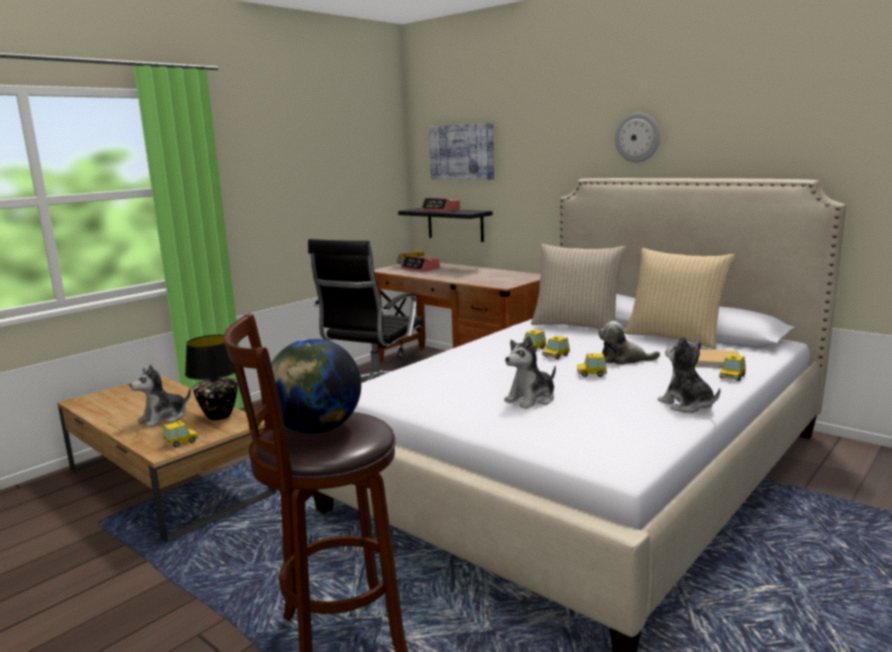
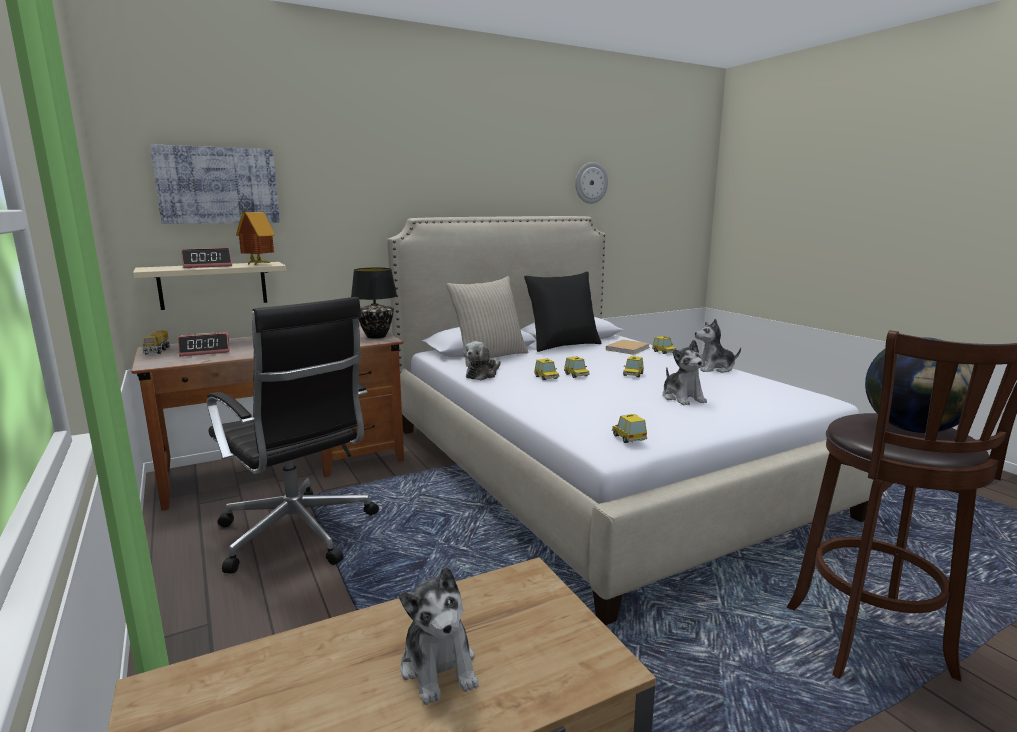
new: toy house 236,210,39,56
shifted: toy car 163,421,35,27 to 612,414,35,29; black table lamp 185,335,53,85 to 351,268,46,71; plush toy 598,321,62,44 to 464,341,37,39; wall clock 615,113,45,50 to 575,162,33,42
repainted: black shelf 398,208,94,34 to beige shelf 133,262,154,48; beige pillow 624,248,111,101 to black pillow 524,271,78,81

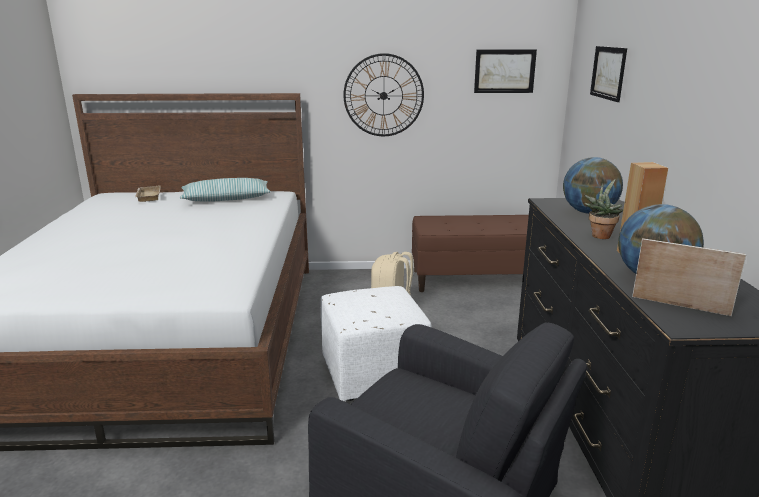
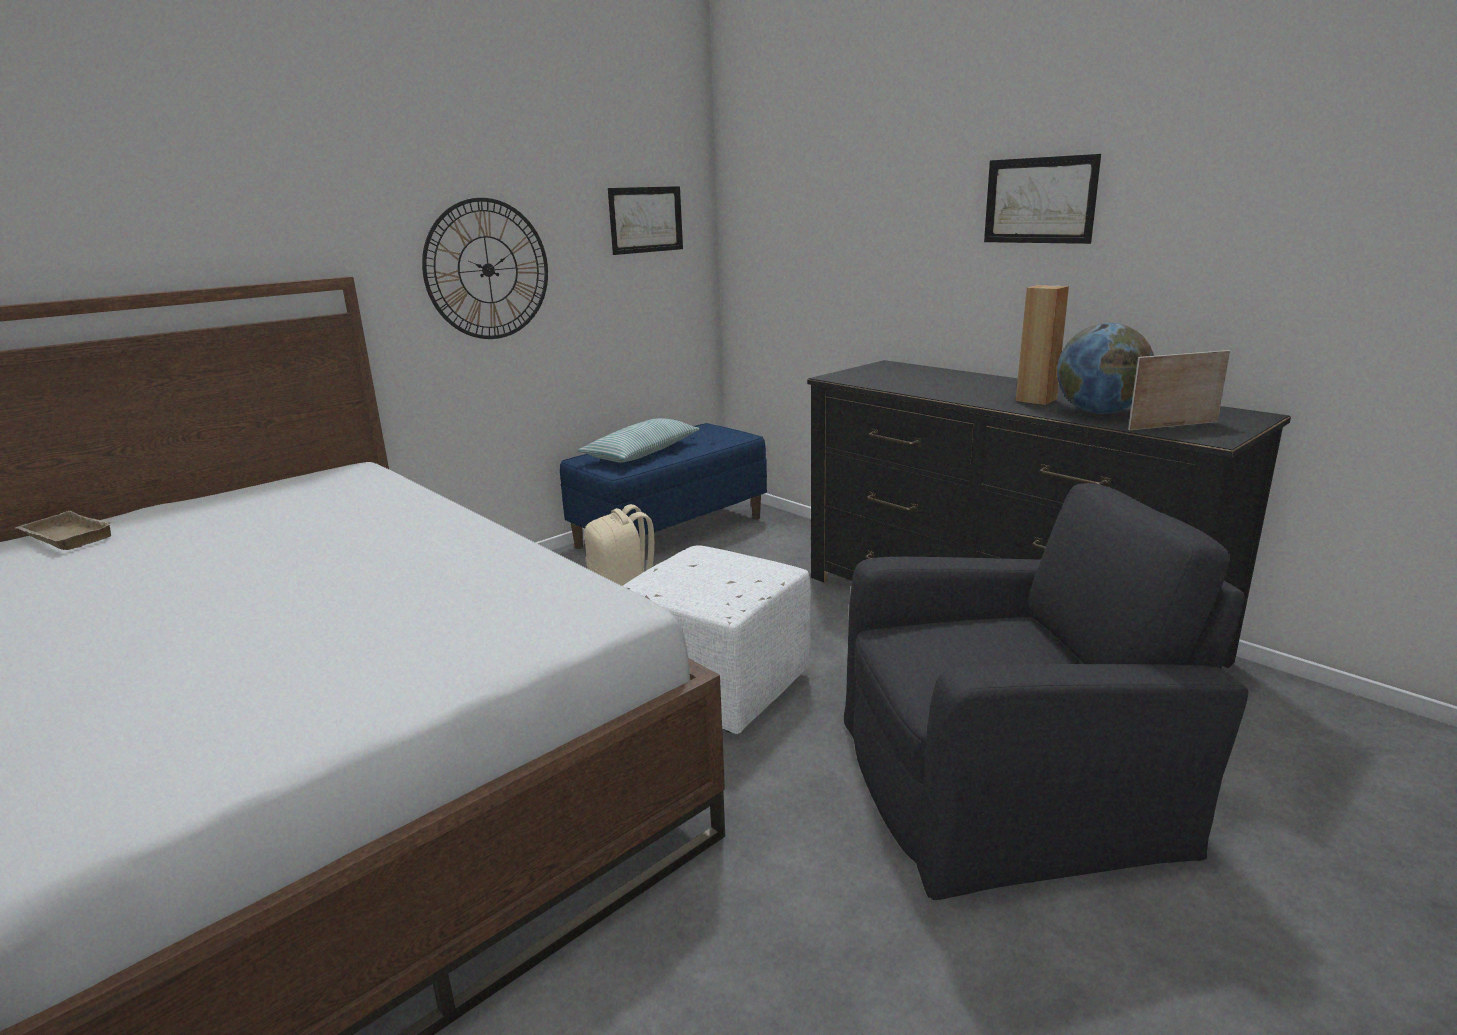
gone: globe 563,157,60,57; potted plant 584,179,39,60
shifted: pillow 180,178,91,24 to 578,418,122,45; picture 590,46,37,56 to 984,154,117,90
repainted: brown bench 412,215,117,77 to blue bench 560,423,207,126

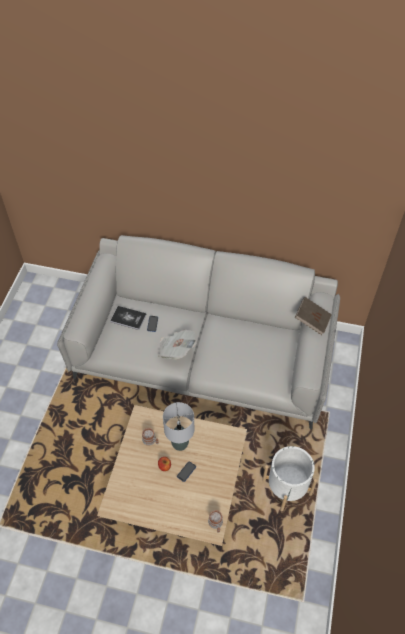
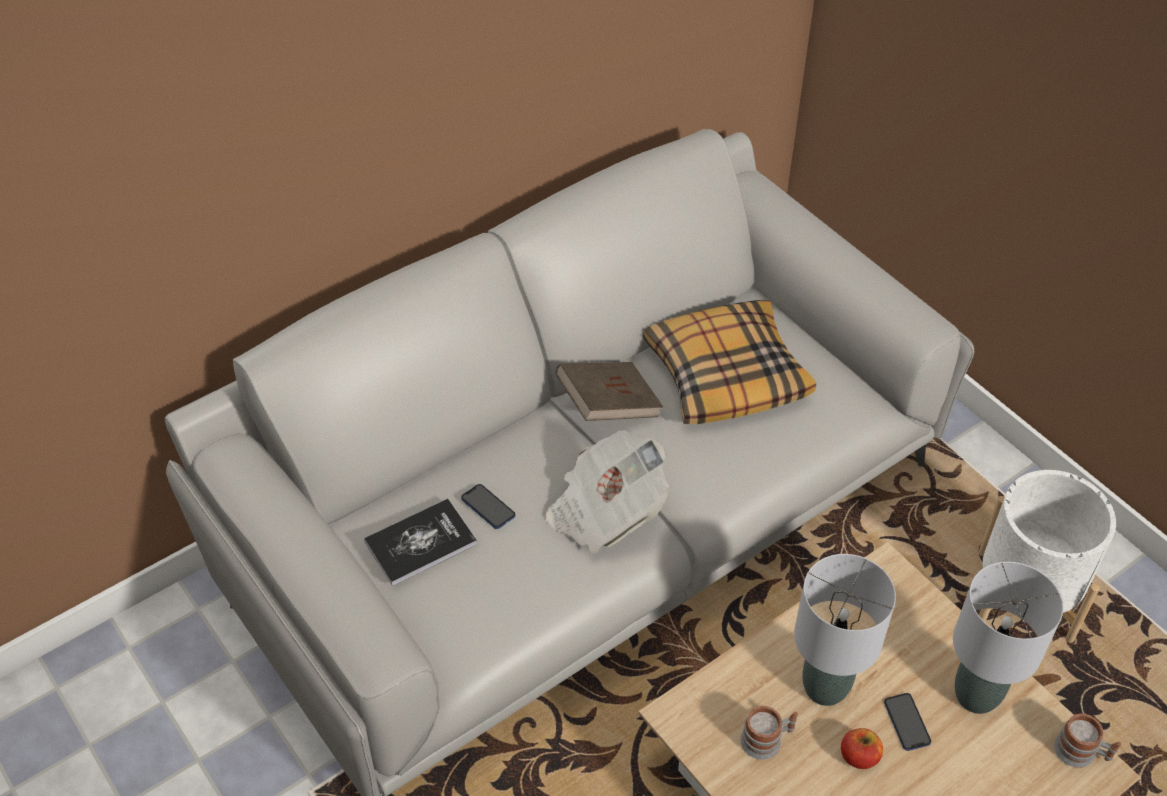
new: pillow 643,300,173,124; grey table lamp 953,562,110,152
shifted: brown book 295,297,37,38 to 555,362,108,59

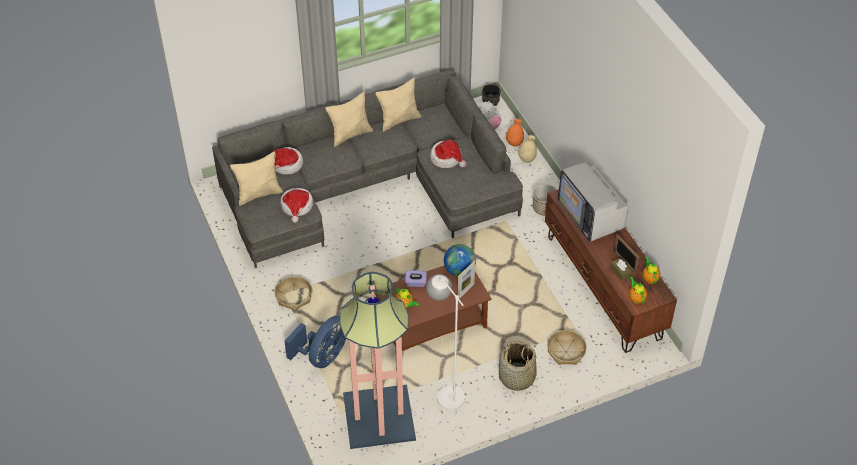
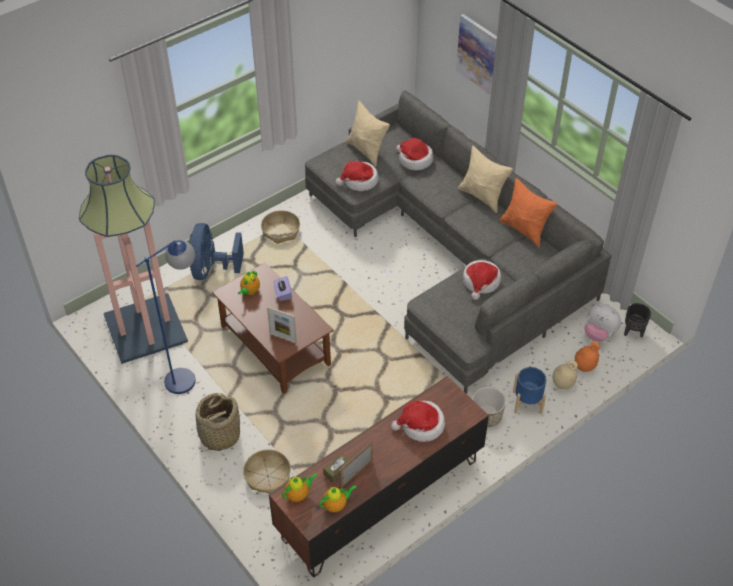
gone: globe 444,244,32,33
new: picture 456,14,41,80; blue planter 513,367,33,47
swapped: television 558,162,70,80 to hat 391,401,54,41
repainted: beige pillow 376,78,45,54 to orange pillow 499,178,58,69; white floor lamp 426,274,39,136 to blue floor lamp 136,240,60,154
rotated: blue fan 284,316,62,52 = 189,223,55,57 75 degrees clockwise

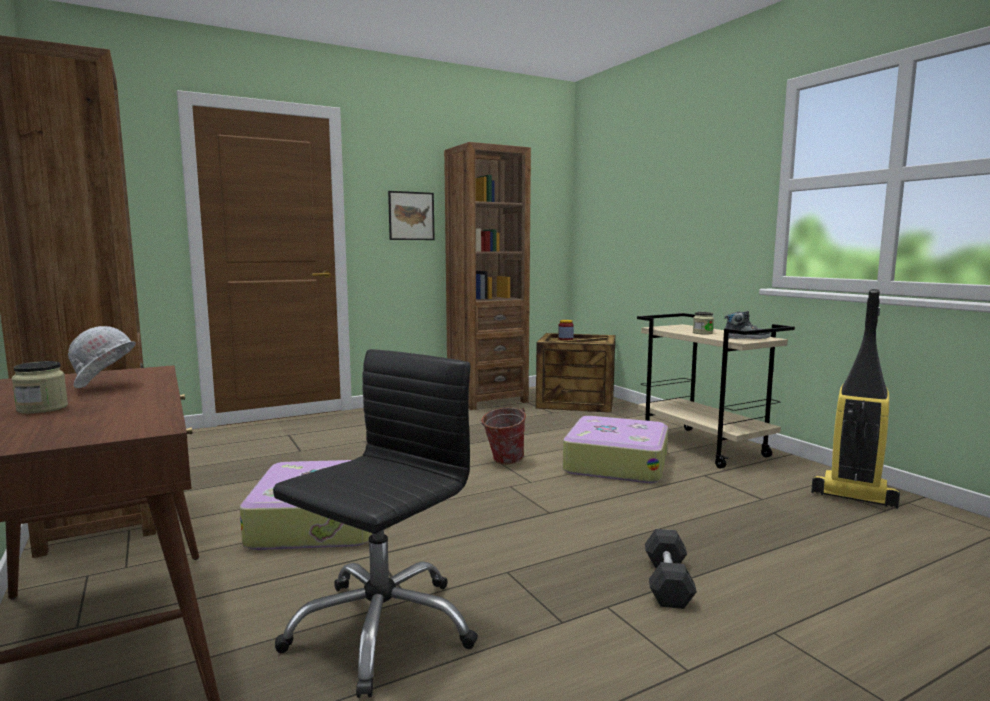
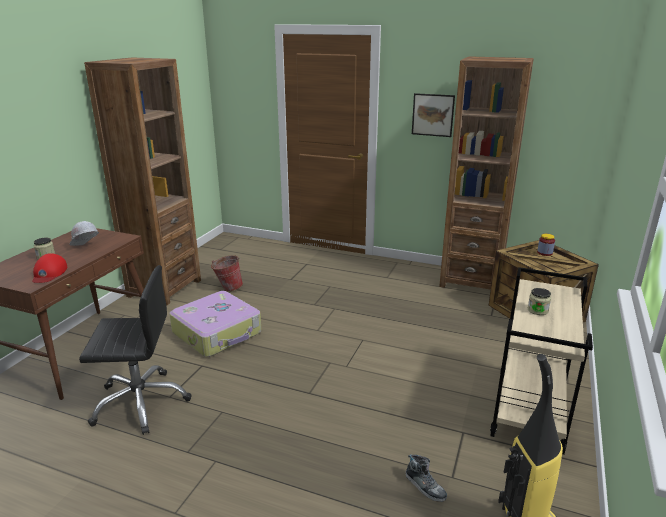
gone: suitcase 563,416,105,67; grey dumbbell 645,529,52,80
new: red cap 32,253,35,30
shifted: bucket 480,407,46,57 to 211,255,32,37; shoe 724,311,47,28 to 406,454,41,48

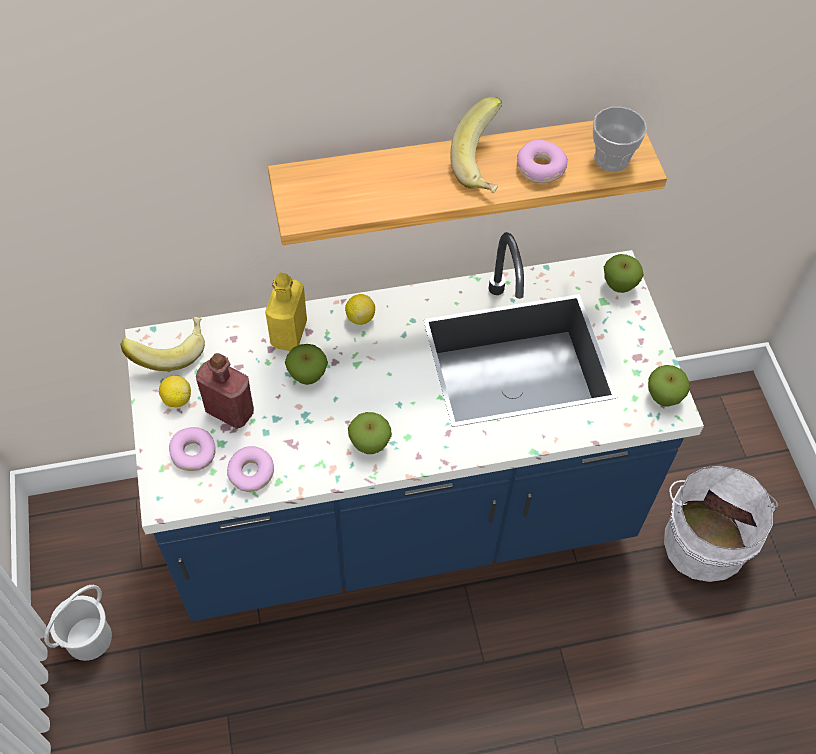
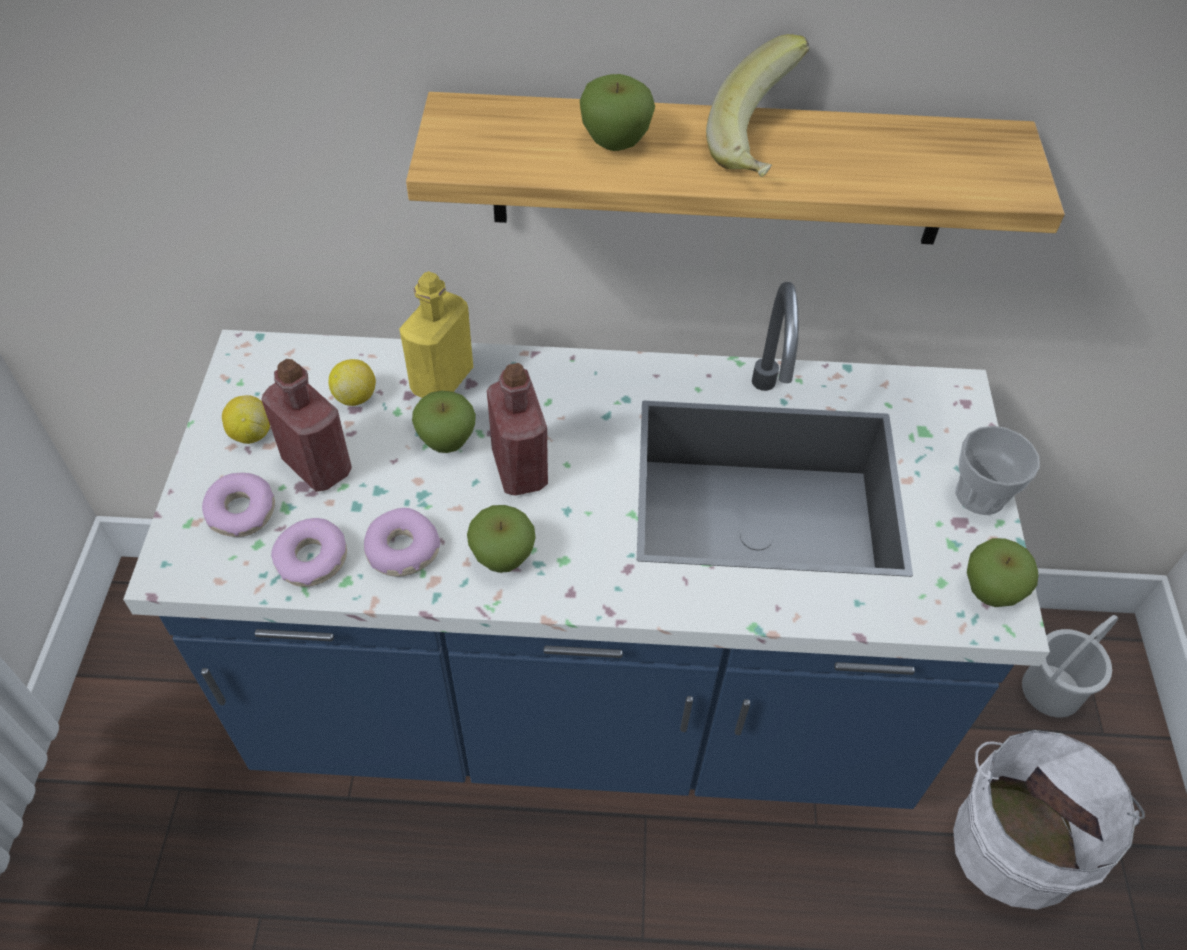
gone: banana 121,317,84,54
new: red bottle 487,363,61,133
shifted: white bucket 44,585,68,76 to 1022,615,96,102; lemon 345,294,30,31 to 329,359,47,47; donut 517,140,51,43 to 364,508,76,68; cup 593,107,54,65 to 955,426,85,89; apple 604,254,40,39 to 580,74,75,77

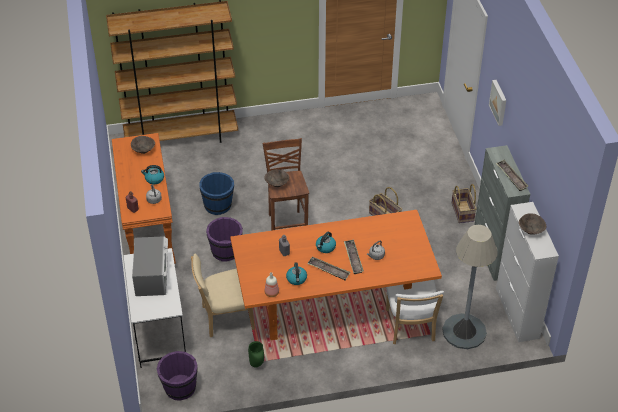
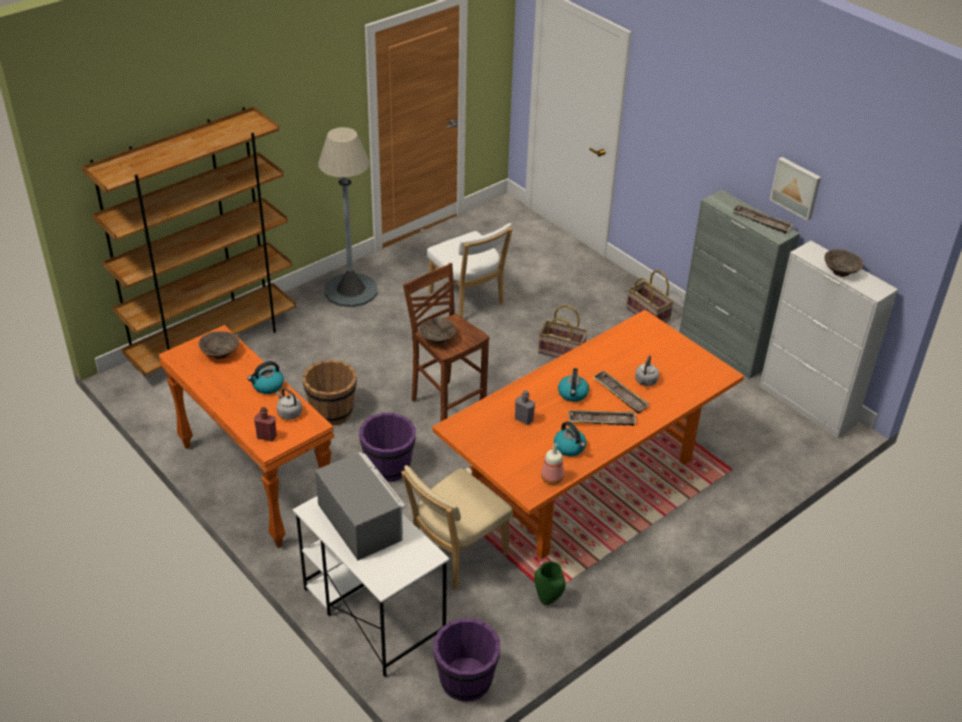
shifted: white chair 386,280,58,64 to 427,223,86,95; grey floor lamp 443,225,54,124 to 318,127,60,180; picture 489,80,17,46 to 770,157,51,64
repainted: blue bucket 199,172,35,43 to brown bucket 302,360,55,66

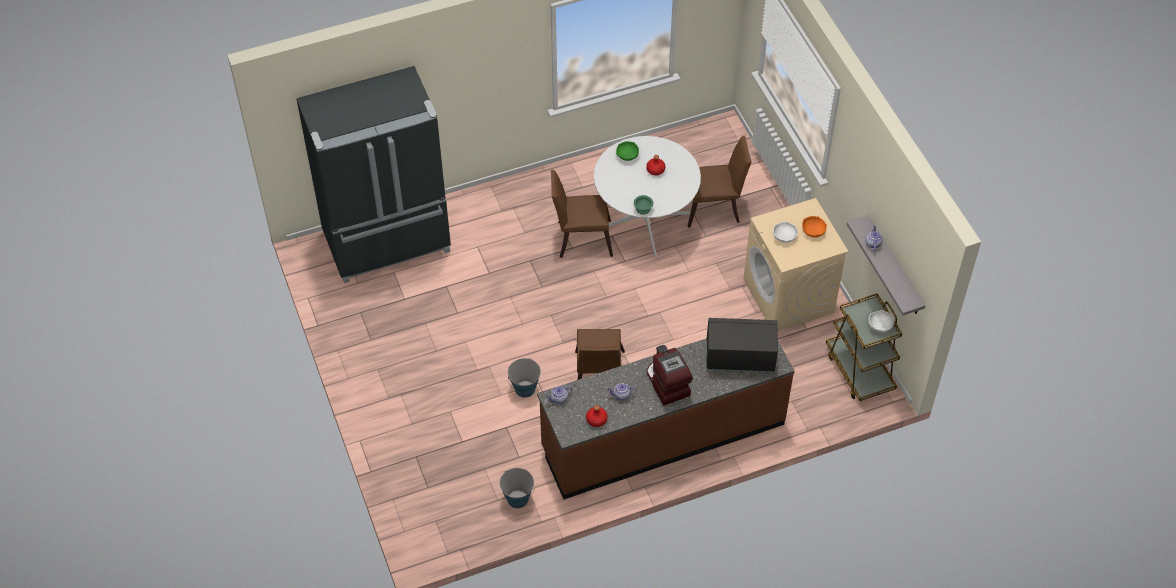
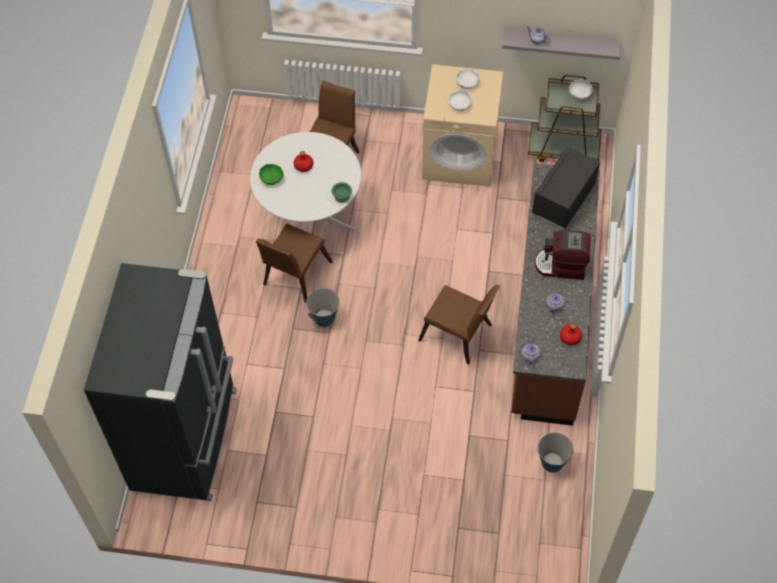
shifted: bucket 508,358,33,40 to 306,288,33,39
repainted: orange bowl 802,216,25,22 to white bowl 455,69,25,20

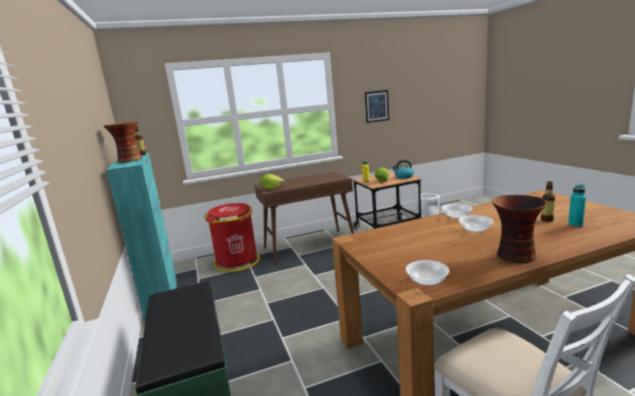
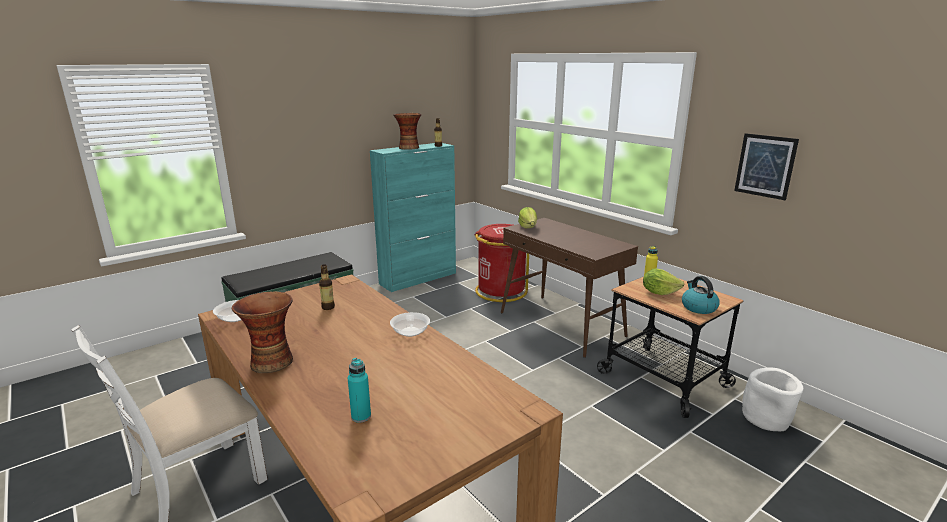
gone: bowl 459,215,34,18
shifted: bottle 541,181,14,41 to 319,264,16,46

